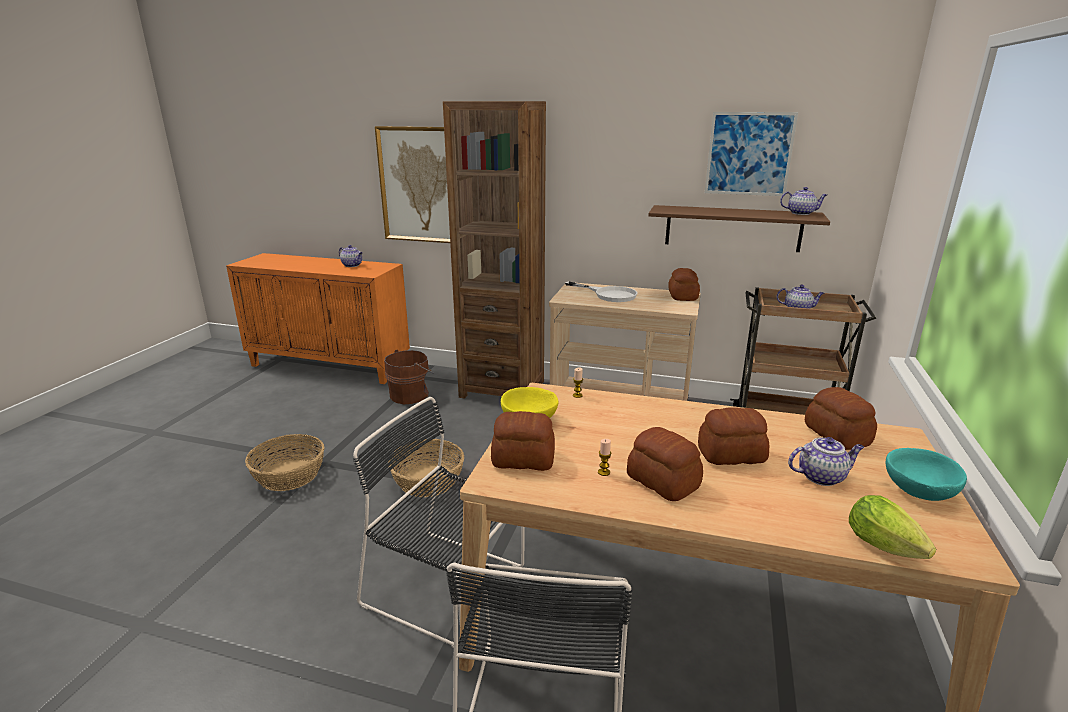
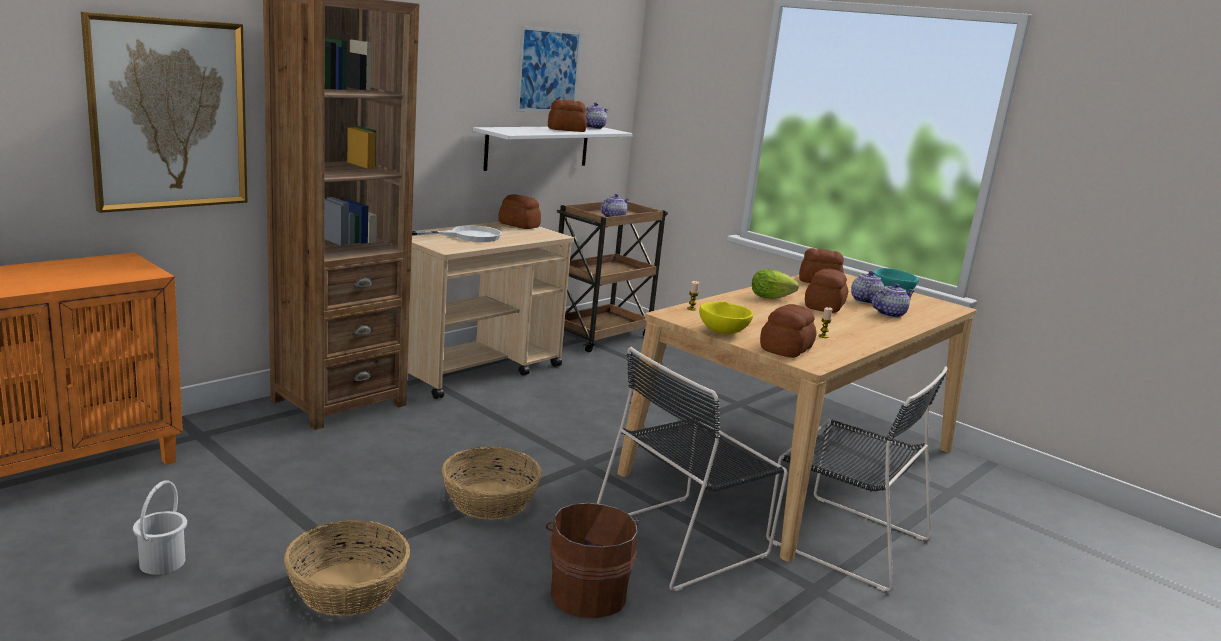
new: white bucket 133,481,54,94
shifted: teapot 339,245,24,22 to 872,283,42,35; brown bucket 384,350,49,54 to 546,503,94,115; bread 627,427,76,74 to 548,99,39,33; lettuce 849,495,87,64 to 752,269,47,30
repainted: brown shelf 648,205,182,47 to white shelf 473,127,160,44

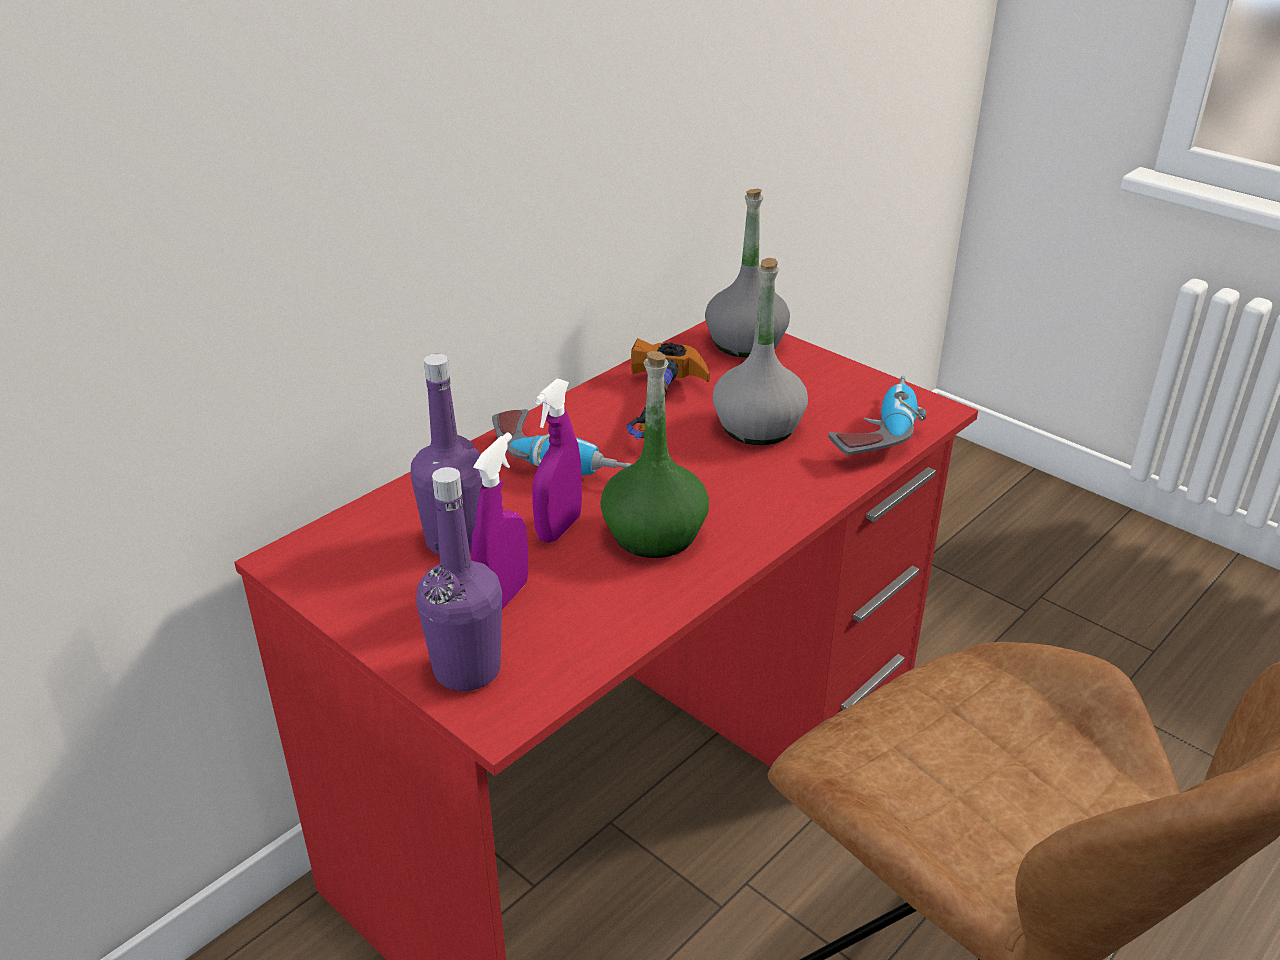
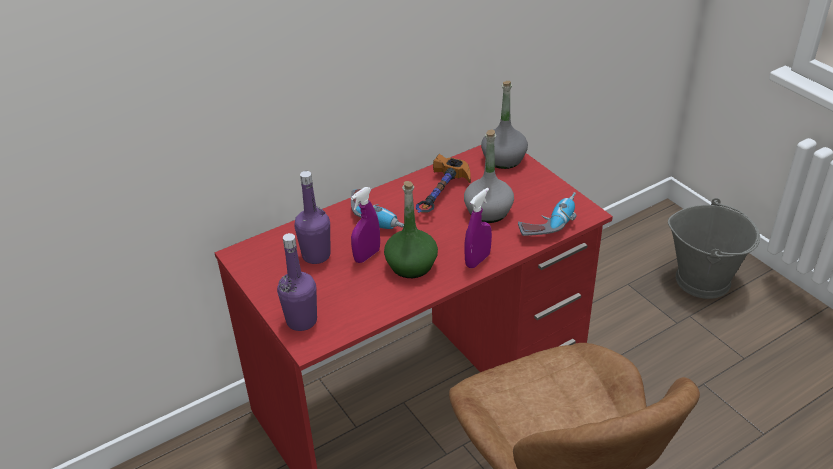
new: grey bucket 668,198,92,101
shifted: purple spray bottle 471,432,58,177 to 465,188,27,80

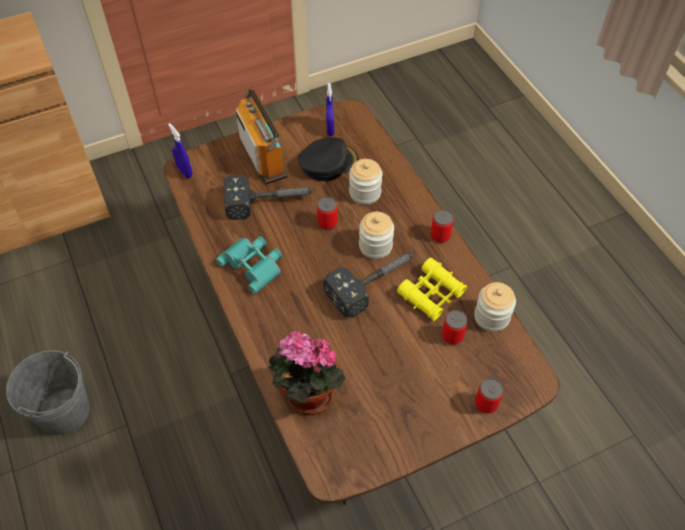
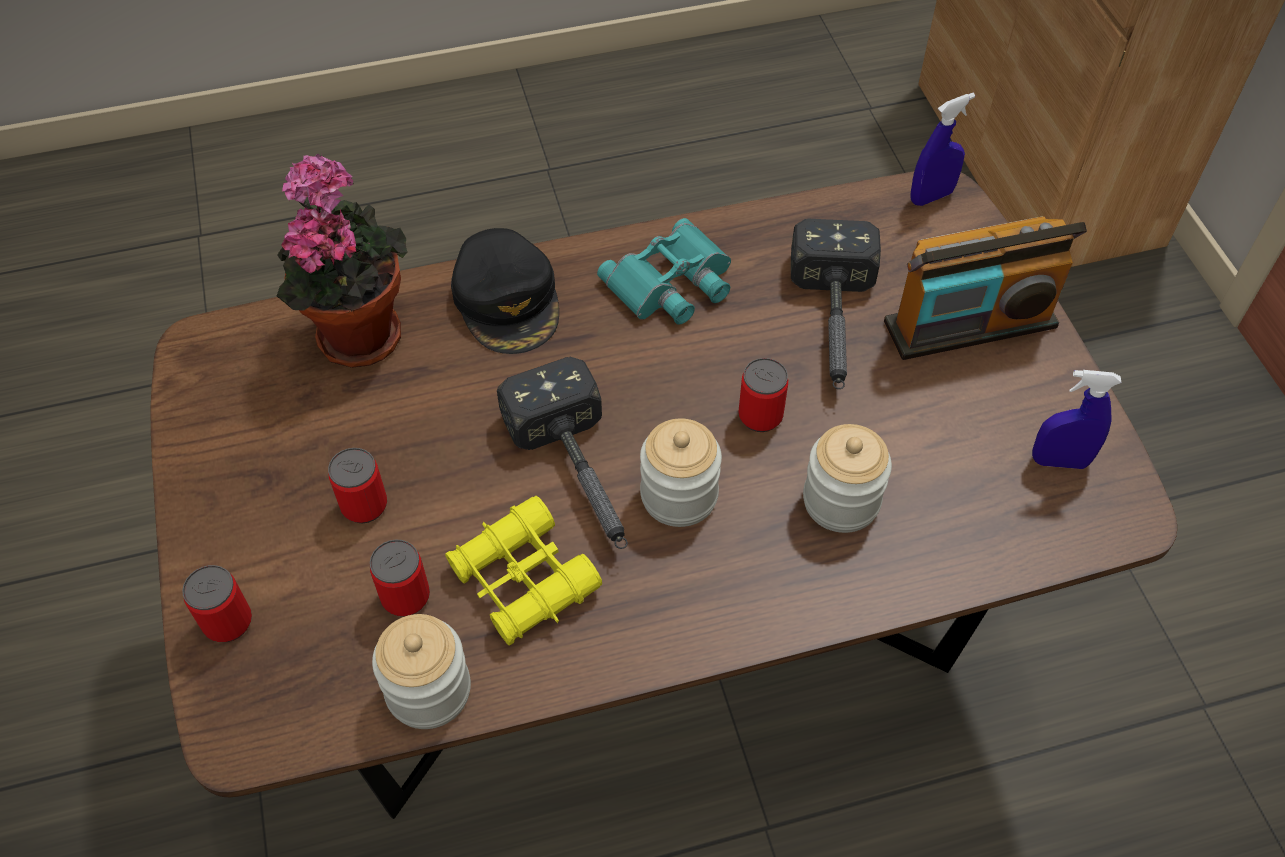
gone: grey bucket 6,350,83,85
shifted: black cap 298,137,61,44 to 451,228,108,126; can 431,209,23,34 to 328,448,59,75

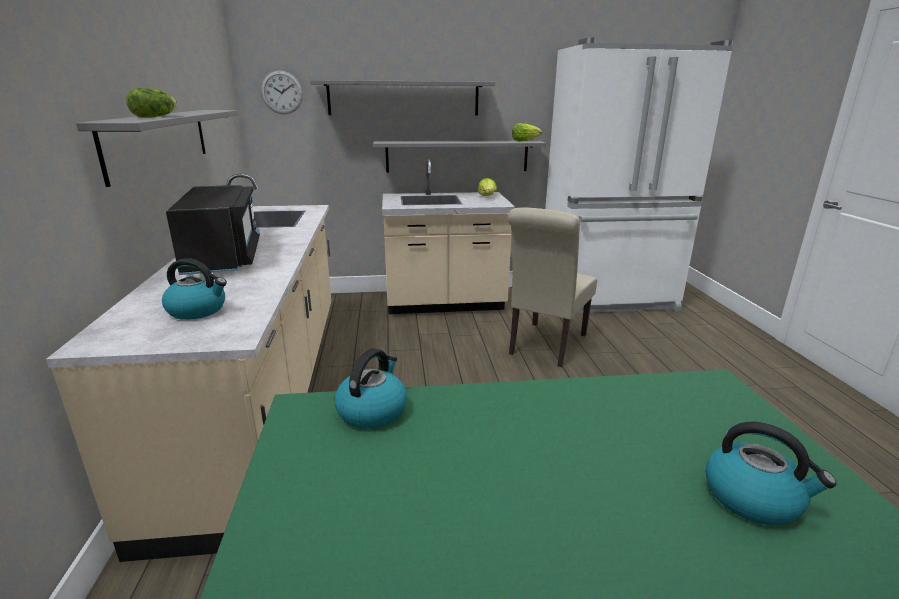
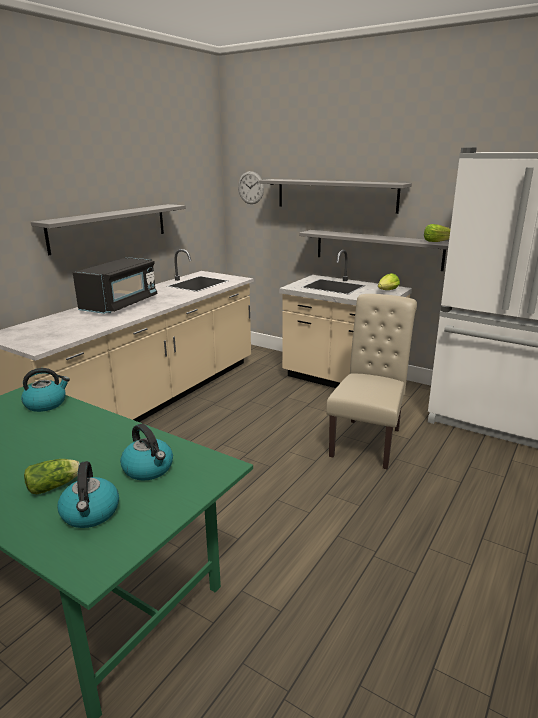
shifted: lettuce 126,88,51,30 to 24,459,56,35; kettle 162,258,65,62 to 120,424,53,57
rotated: beige chair 508,208,89,159 = 326,294,91,175 135 degrees clockwise

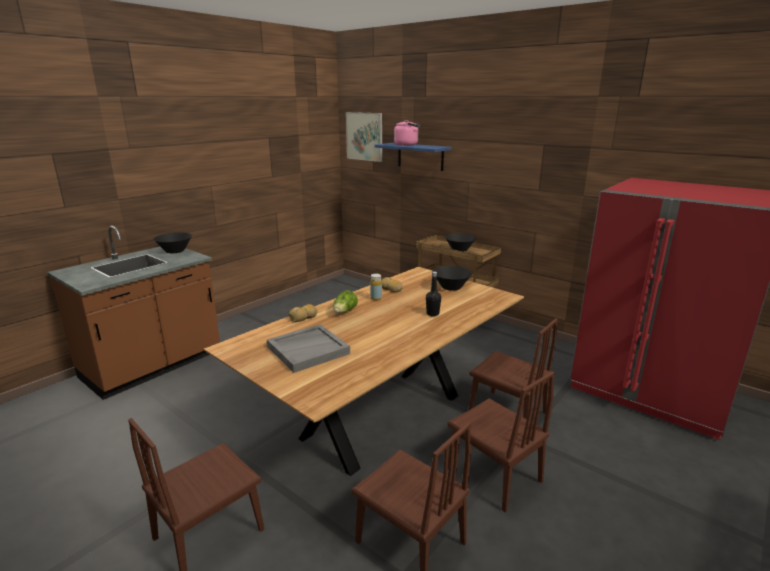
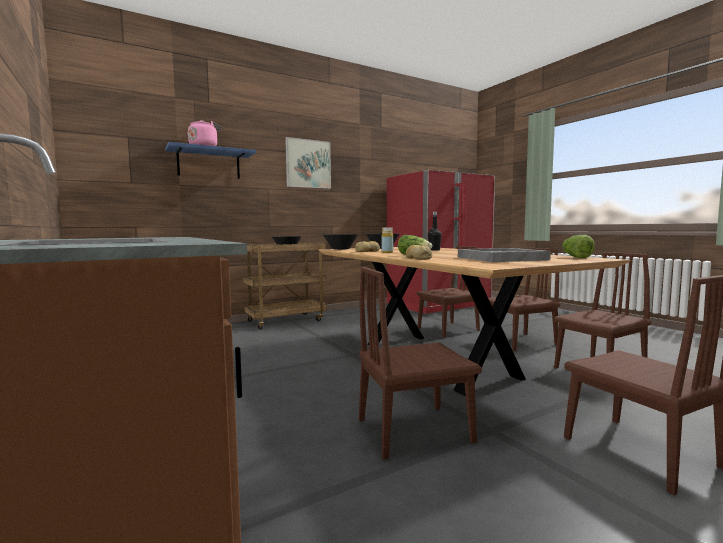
new: brown chair 359,267,123,192; lettuce 562,235,33,23
shifted: black bowl 153,232,39,21 to 323,234,35,16; picture 346,112,36,50 to 285,137,46,52

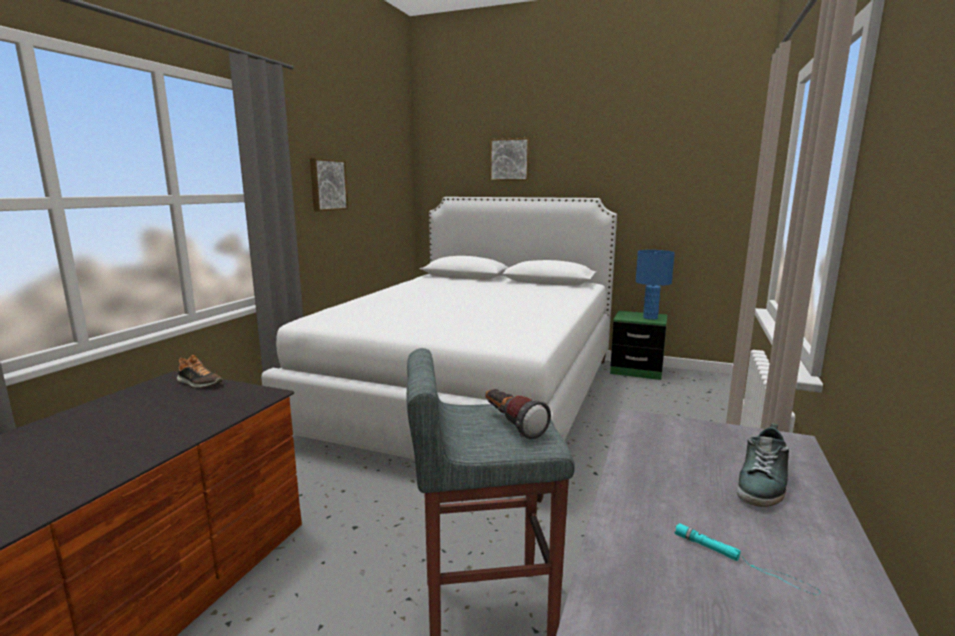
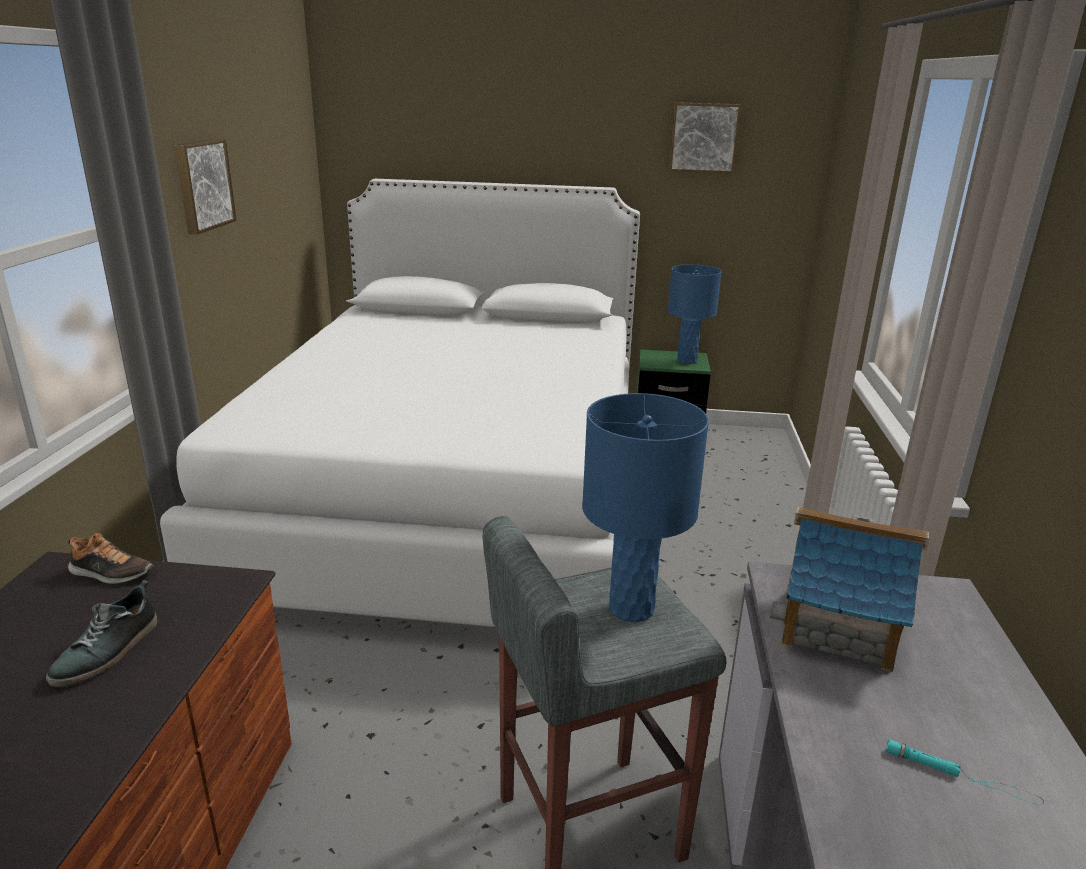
new: toy house 770,507,160,165
shifted: picture 490,138,40,43 to 669,102,72,71; shoe 736,423,53,84 to 46,580,112,107
swapped: flashlight 485,389,66,50 to blue table lamp 582,393,127,229

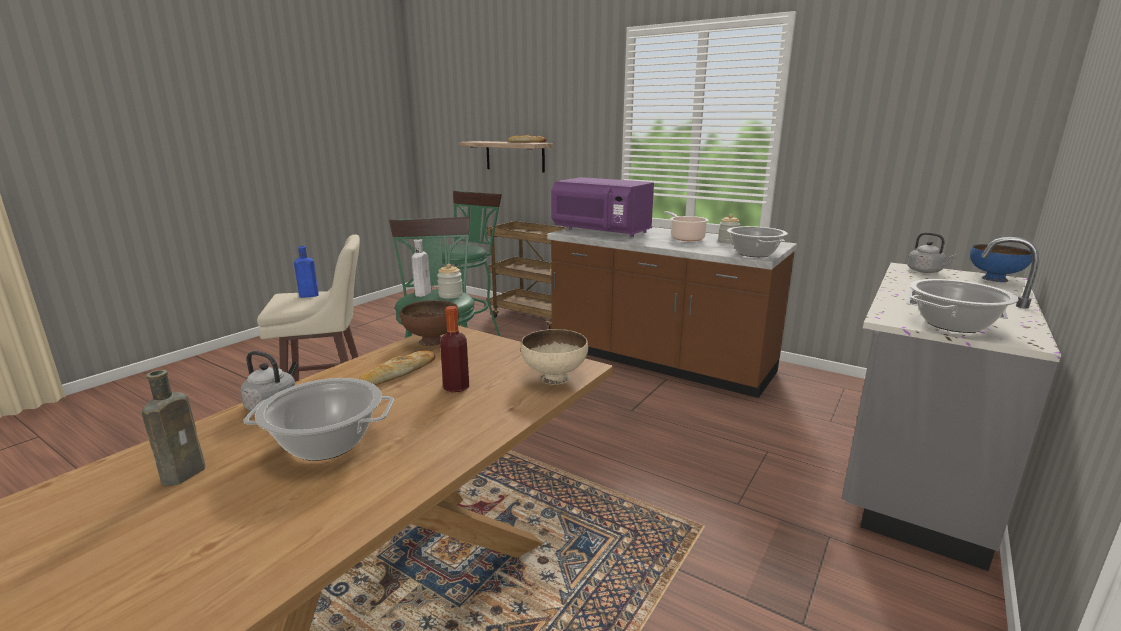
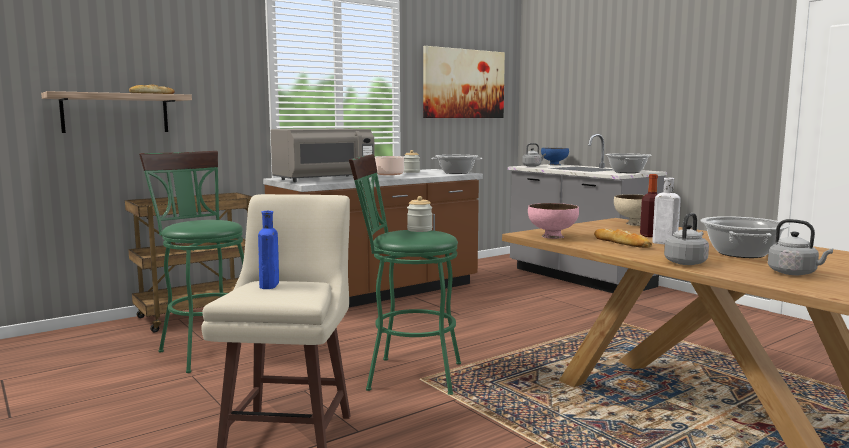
new: picture 423,46,82,72
shifted: white bottle 412,239,19,58 to 652,178,29,66
swapped: brown bottle 142,370,63,116 to grey kettle 768,219,65,56
repainted: brown bowl 400,300,59,46 to pink bowl 528,203,51,36; purple microwave 551,177,103,60 to grey microwave 271,129,104,53

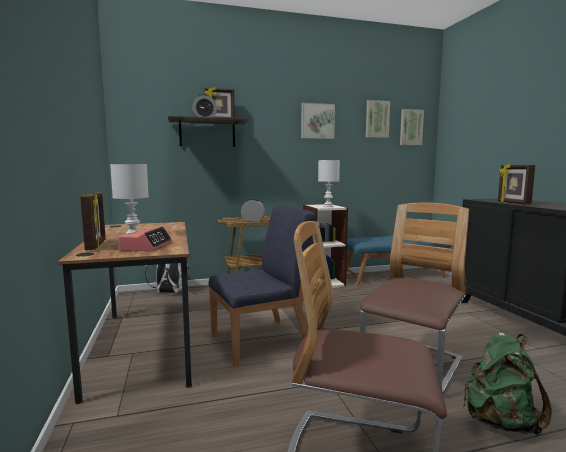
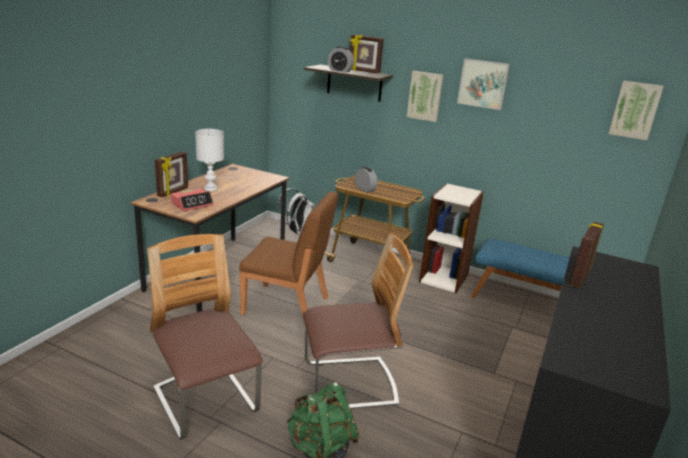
gone: white table lamp 318,160,22,47
shifted: picture 366,100,24,38 to 407,71,37,51
repainted: blue chair 209,206,107,160 to brown chair 239,192,99,131

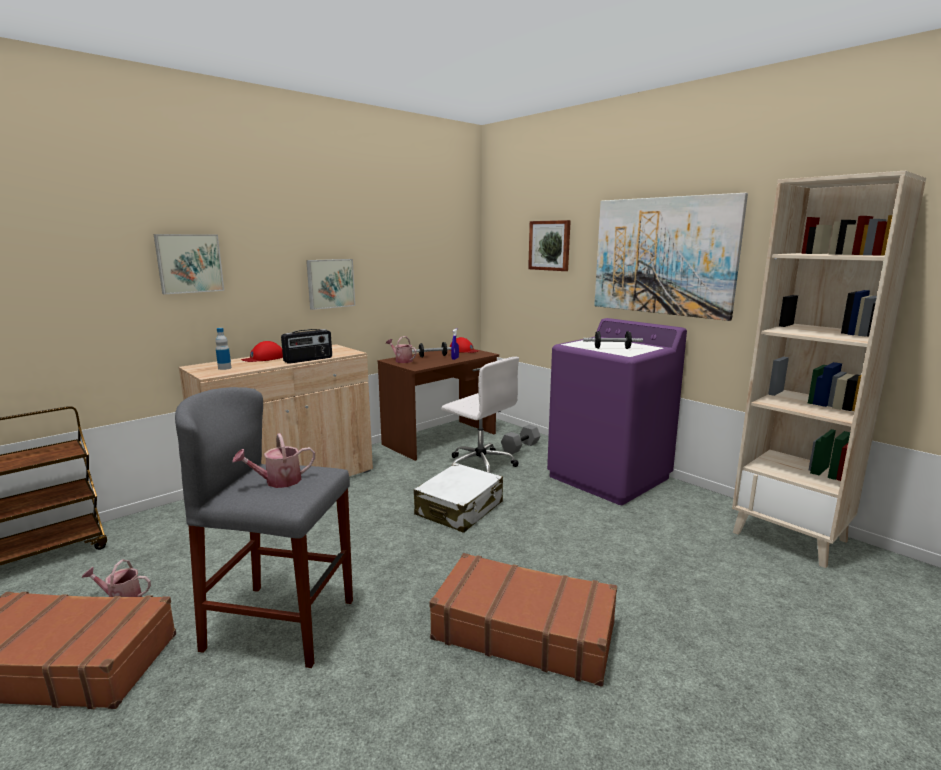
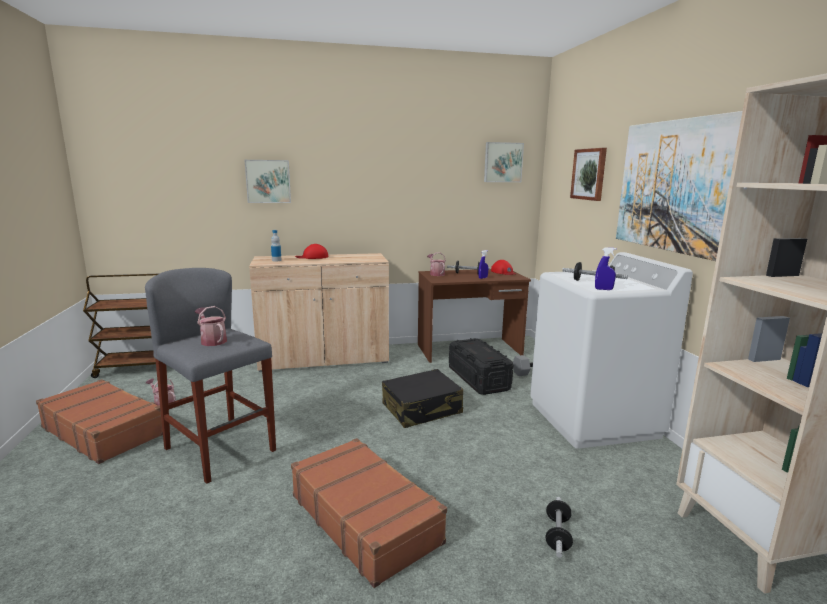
gone: radio 281,329,51,35
new: dumbbell 545,497,28,61; blue spray bottle 595,247,21,43
shifted: picture 306,259,49,51 to 484,142,40,40
swapped: white office chair 441,357,78,116 to black storage box 449,338,65,57
repainted: white suitcase 414,463,89,70 to black suitcase 382,369,81,59; purple washing machine 547,318,140,187 to white washing machine 530,252,163,197
rotated: watering can 232,433,83,55 = 195,306,32,40 45 degrees clockwise

